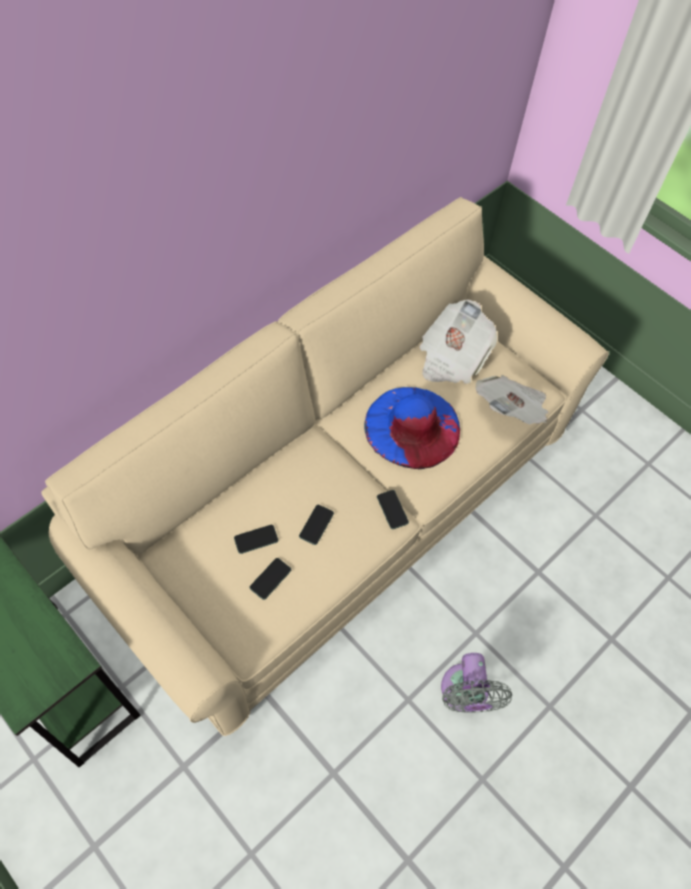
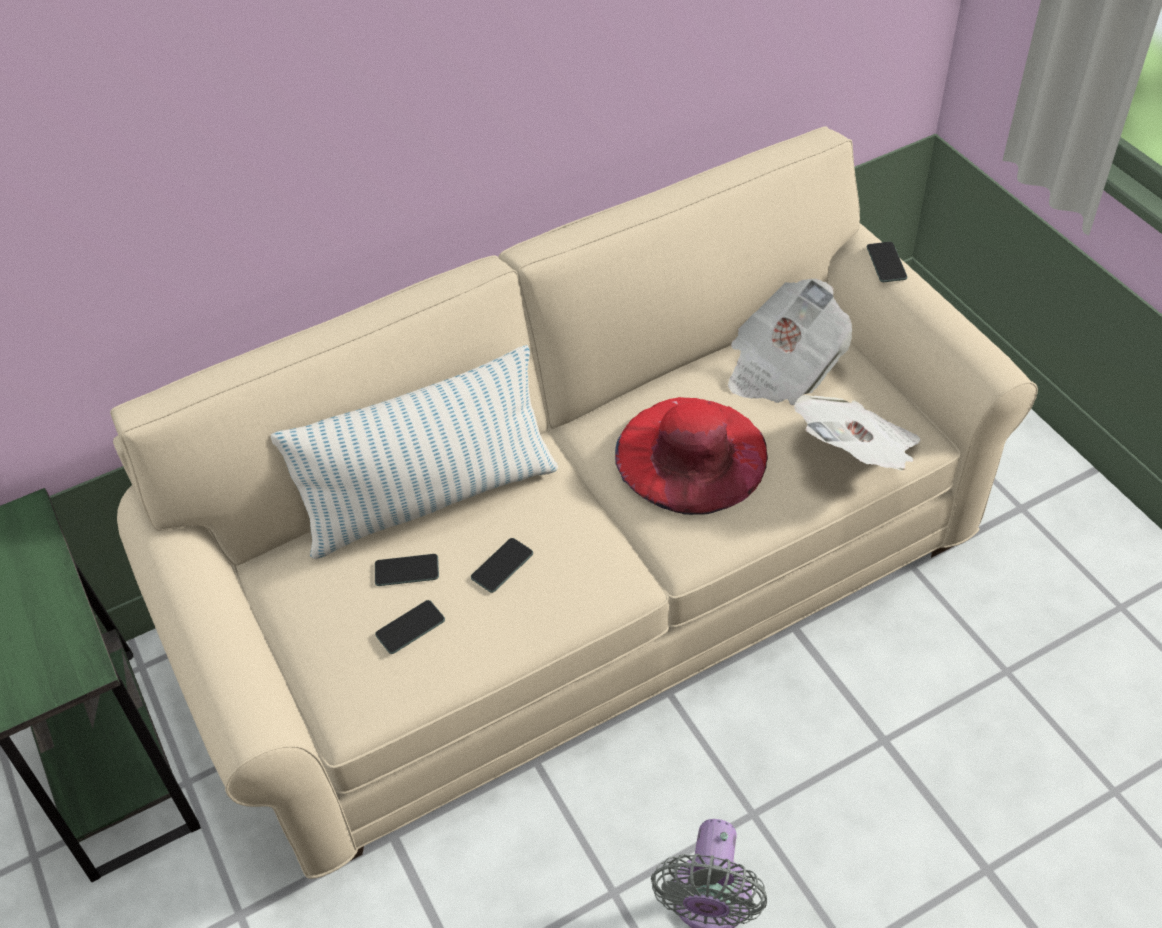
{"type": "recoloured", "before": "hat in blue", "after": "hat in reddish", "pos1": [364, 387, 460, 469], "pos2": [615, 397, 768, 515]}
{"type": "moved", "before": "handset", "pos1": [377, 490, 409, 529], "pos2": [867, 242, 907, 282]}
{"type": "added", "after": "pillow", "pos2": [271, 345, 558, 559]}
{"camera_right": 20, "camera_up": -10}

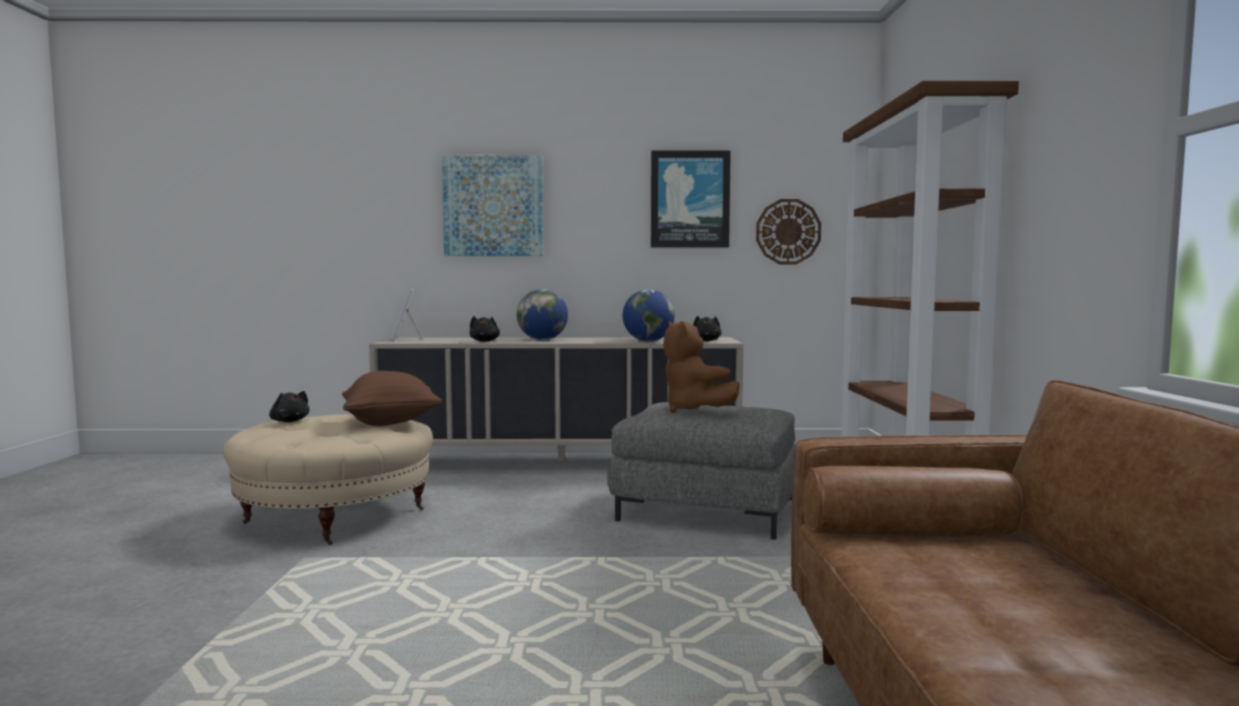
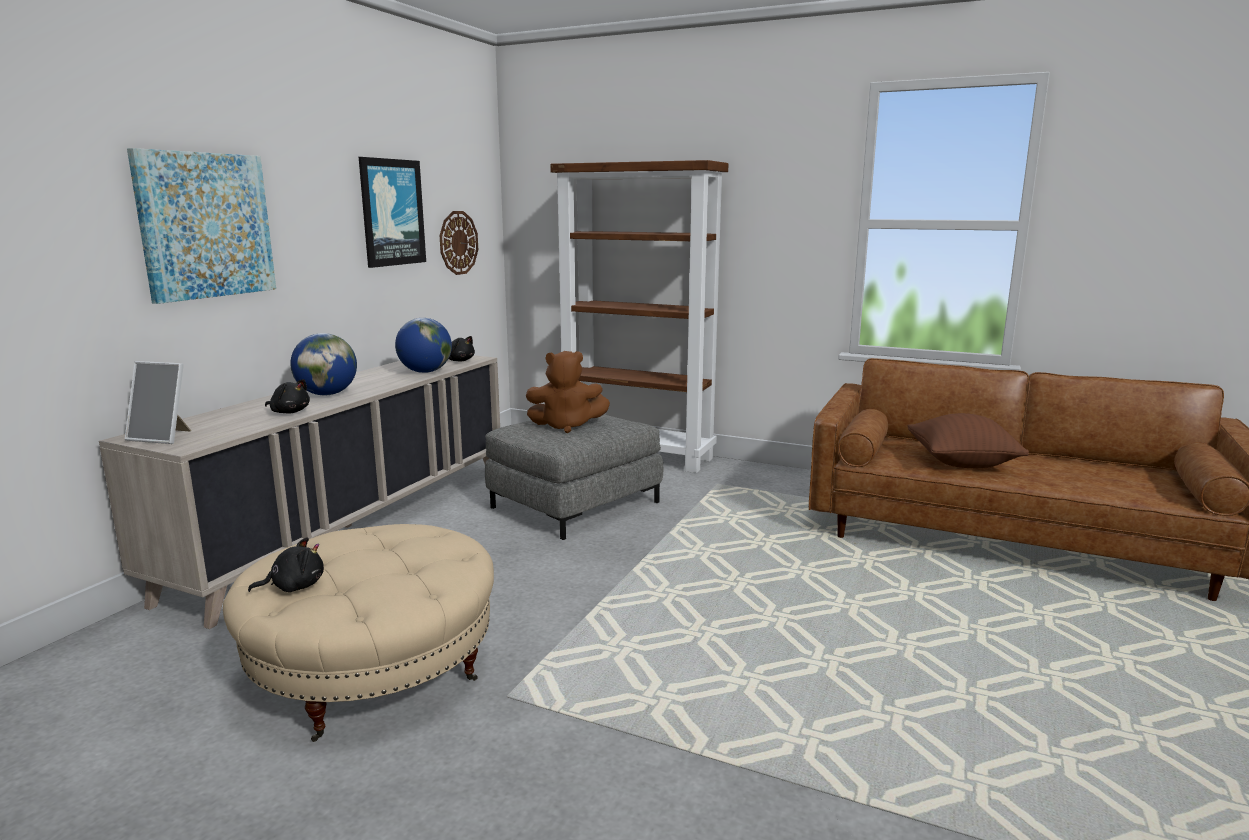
{"type": "moved", "before": "pillow in brownish", "pos1": [342, 371, 442, 426], "pos2": [908, 413, 1029, 468]}
{"camera_right": -65, "camera_up": 10}

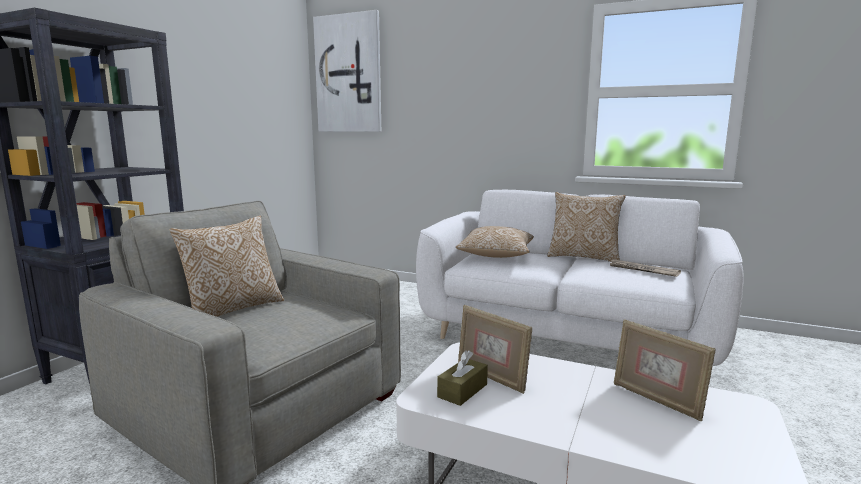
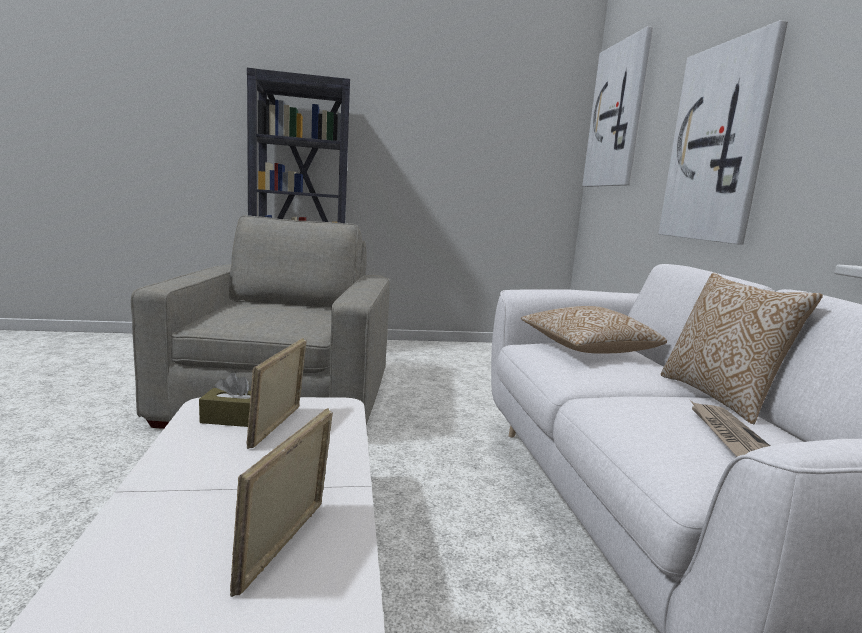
{"type": "removed", "before": "pillow", "pos1": [170, 215, 284, 317]}
{"type": "added", "after": "wall picture", "pos2": [658, 20, 788, 245]}
{"camera_right": 55, "camera_up": 0}

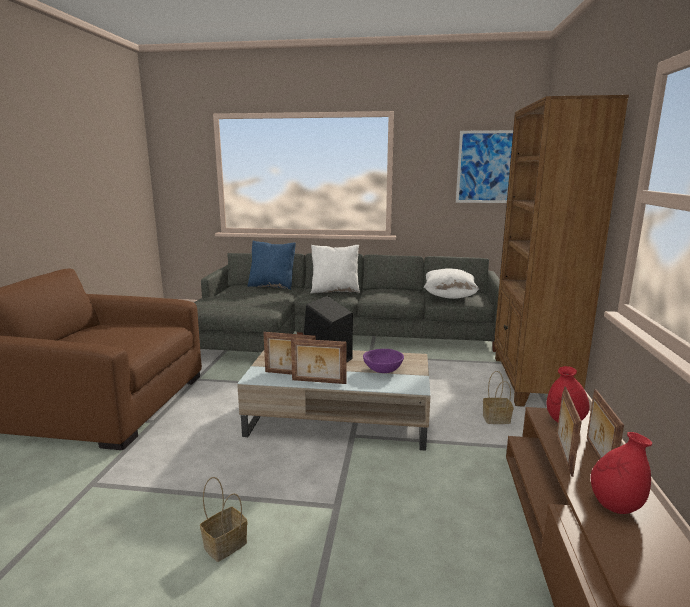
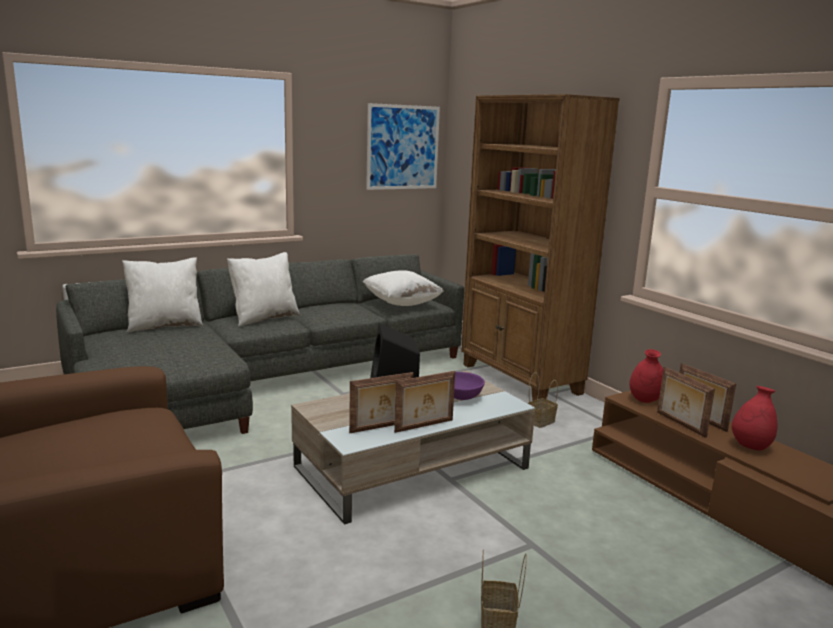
{"type": "recoloured", "before": "pillow in blue", "after": "pillow in whitish", "pos1": [248, 241, 296, 290], "pos2": [122, 257, 203, 332]}
{"camera_right": -40, "camera_up": 0}

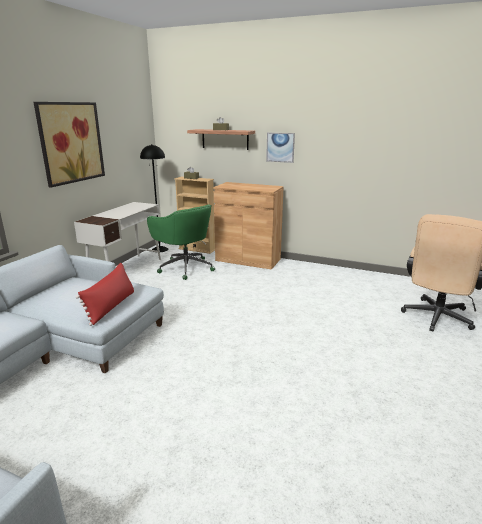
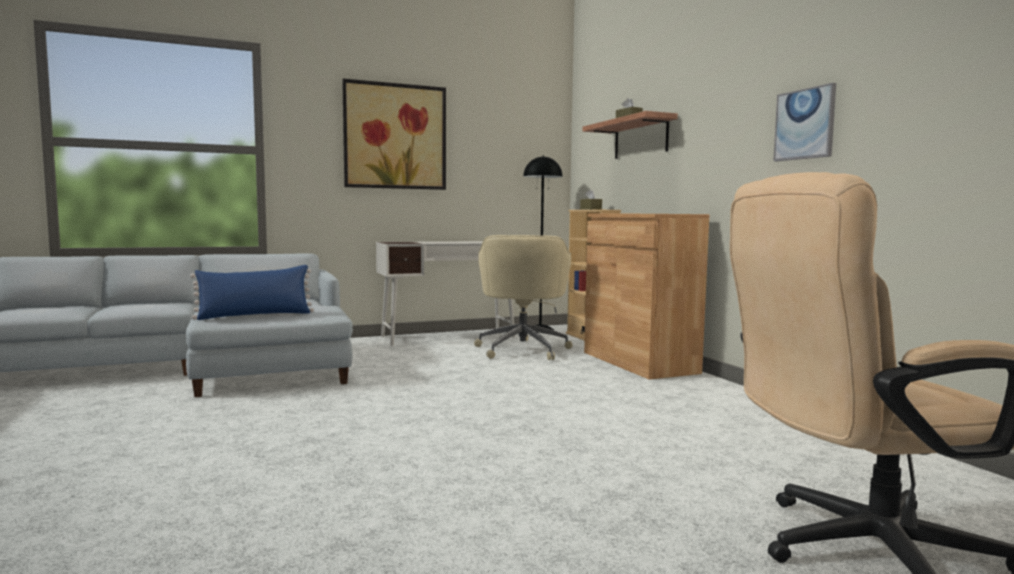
{"type": "recoloured", "before": "pillow in reddish", "after": "pillow in blue", "pos1": [76, 263, 134, 326], "pos2": [190, 265, 314, 320]}
{"type": "recoloured", "before": "desk chair in green-coloured", "after": "desk chair in beige", "pos1": [147, 205, 215, 280], "pos2": [474, 235, 572, 360]}
{"type": "moved", "before": "wall picture", "pos1": [266, 133, 295, 163], "pos2": [773, 83, 836, 161]}
{"camera_right": 45, "camera_up": -15}

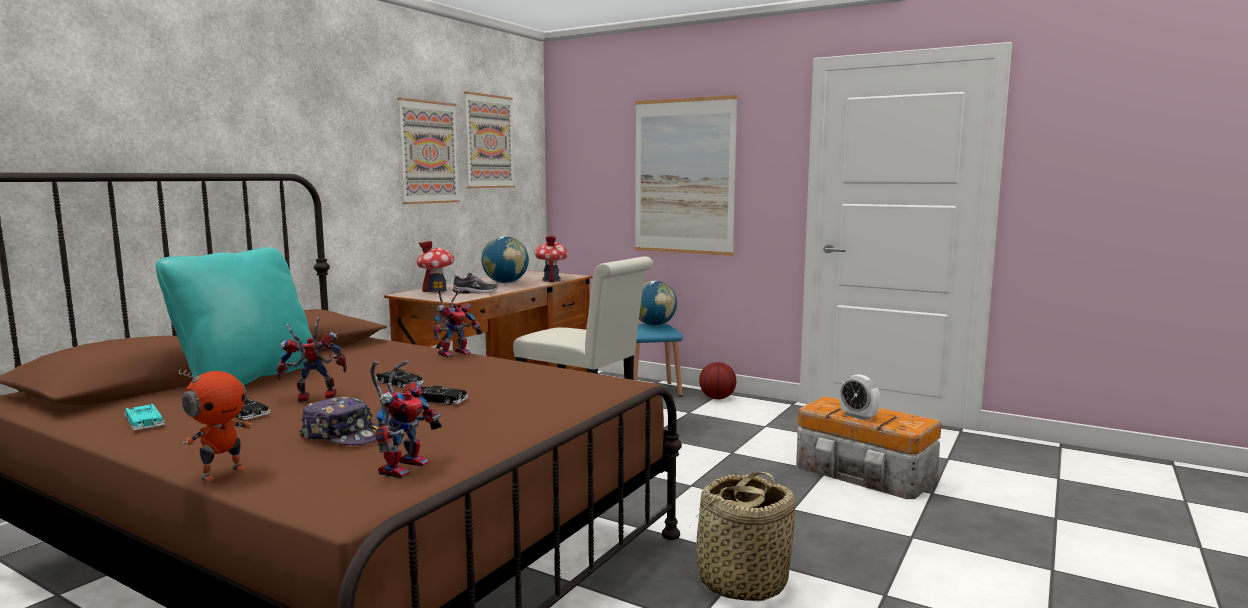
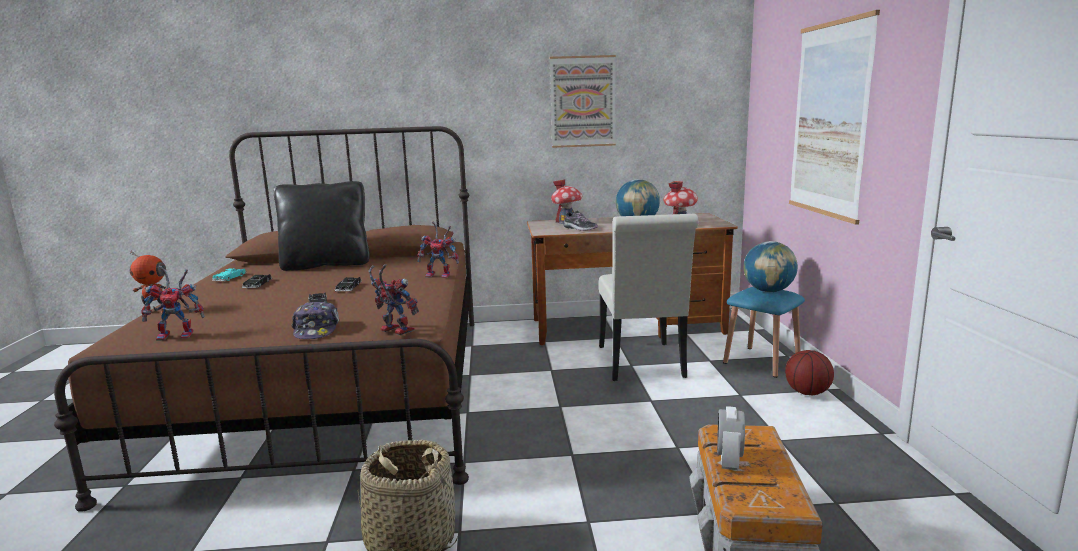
{"type": "recoloured", "before": "pillow in turquoise-coloured", "after": "pillow in black-coloured", "pos1": [155, 247, 314, 385], "pos2": [274, 181, 370, 271]}
{"type": "moved", "before": "model robot", "pos1": [277, 317, 347, 402], "pos2": [368, 264, 419, 335]}
{"type": "moved", "before": "cap", "pos1": [299, 396, 379, 445], "pos2": [291, 301, 339, 339]}
{"type": "removed", "before": "wall picture", "pos1": [464, 91, 515, 188]}
{"camera_right": 55, "camera_up": 5}

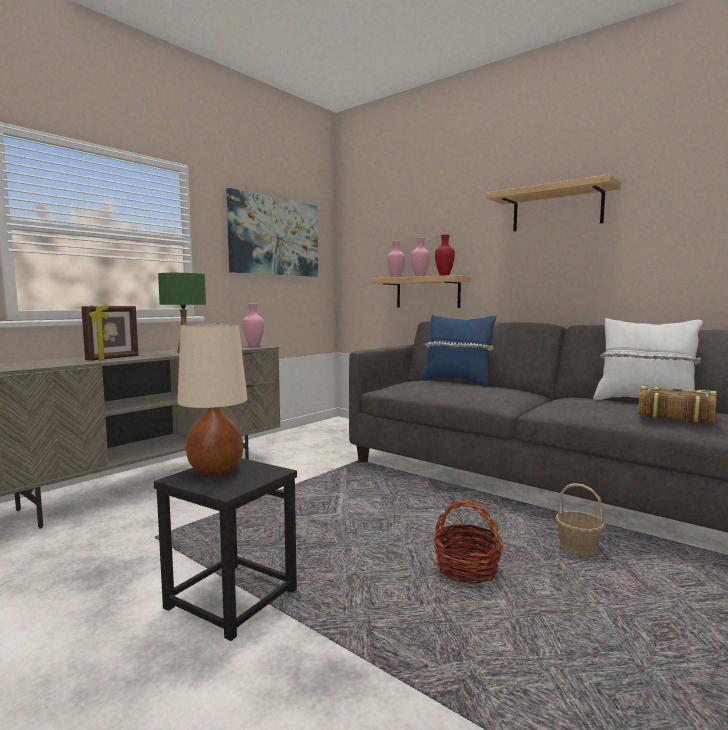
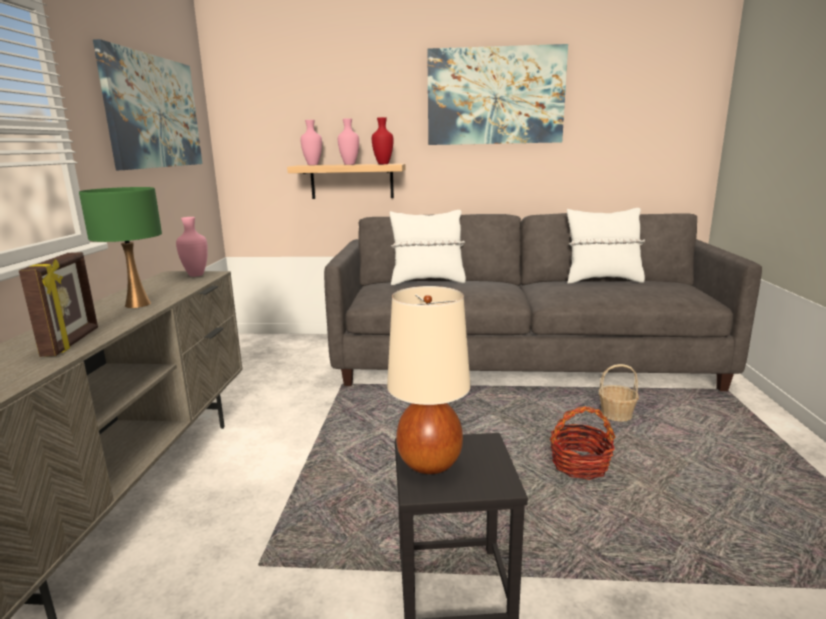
{"type": "recoloured", "before": "pillow in blue", "after": "pillow in whitish", "pos1": [420, 315, 496, 387], "pos2": [390, 210, 466, 285]}
{"type": "replaced", "before": "wall shelf", "after": "wall picture", "pos1": [487, 174, 621, 231], "pos2": [427, 44, 568, 145]}
{"type": "removed", "before": "book", "pos1": [638, 385, 717, 424]}
{"camera_right": -35, "camera_up": 10}

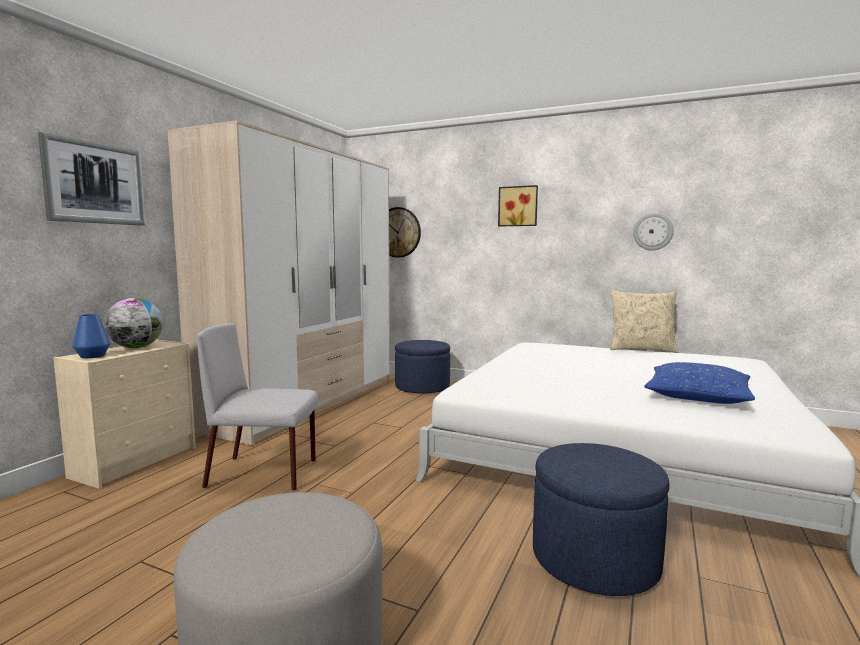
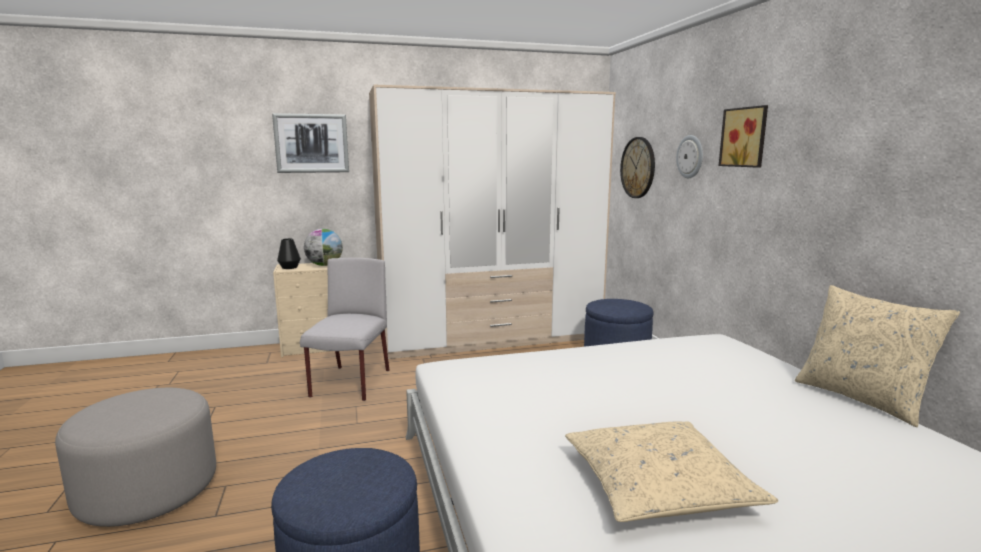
{"type": "recoloured", "before": "decorative vase in blue", "after": "decorative vase in black-coloured", "pos1": [72, 314, 111, 358], "pos2": [277, 238, 301, 269]}
{"type": "turned", "before": "plain chair in grey", "pos1": [197, 323, 318, 491], "pos2": [300, 258, 389, 401], "turn": 45}
{"type": "moved", "before": "hanging clock", "pos1": [633, 213, 674, 250], "pos2": [676, 135, 703, 178]}
{"type": "recoloured", "before": "pillow in blue", "after": "pillow in beige", "pos1": [644, 362, 755, 404], "pos2": [565, 421, 778, 522]}
{"camera_right": 50, "camera_up": 5}

